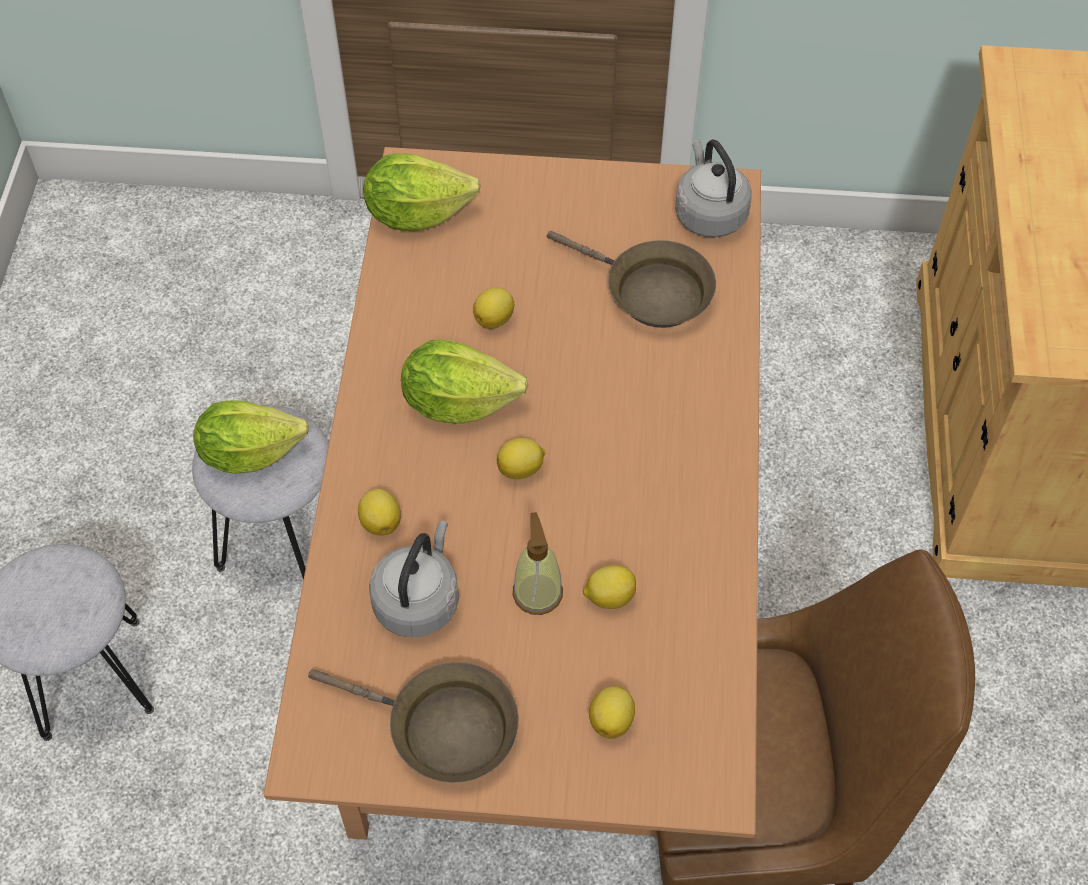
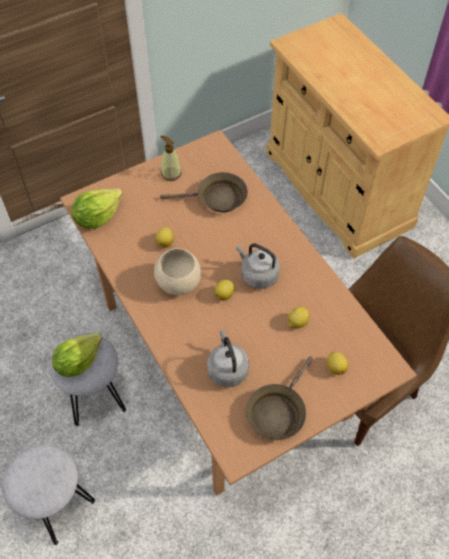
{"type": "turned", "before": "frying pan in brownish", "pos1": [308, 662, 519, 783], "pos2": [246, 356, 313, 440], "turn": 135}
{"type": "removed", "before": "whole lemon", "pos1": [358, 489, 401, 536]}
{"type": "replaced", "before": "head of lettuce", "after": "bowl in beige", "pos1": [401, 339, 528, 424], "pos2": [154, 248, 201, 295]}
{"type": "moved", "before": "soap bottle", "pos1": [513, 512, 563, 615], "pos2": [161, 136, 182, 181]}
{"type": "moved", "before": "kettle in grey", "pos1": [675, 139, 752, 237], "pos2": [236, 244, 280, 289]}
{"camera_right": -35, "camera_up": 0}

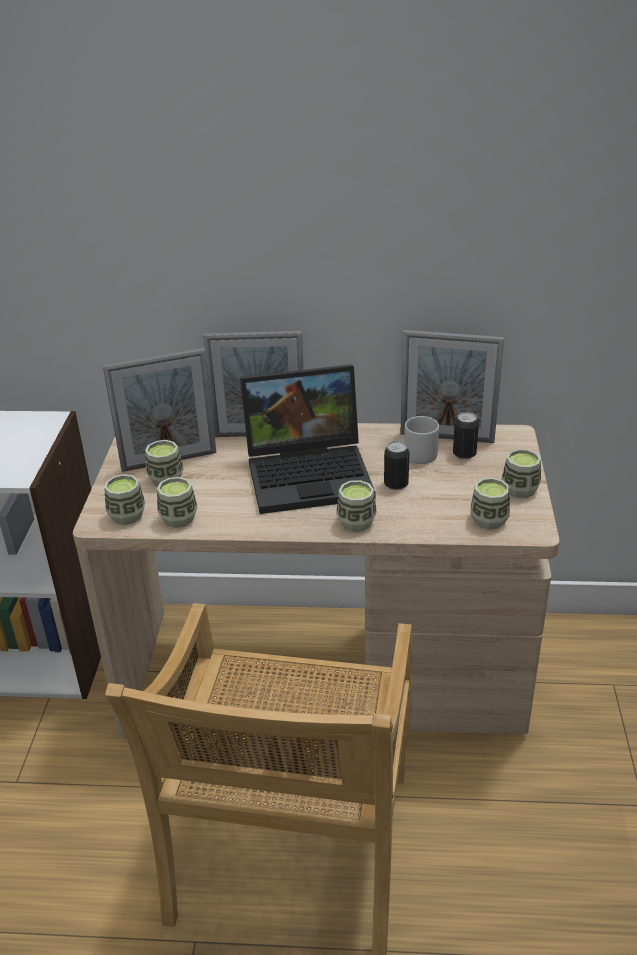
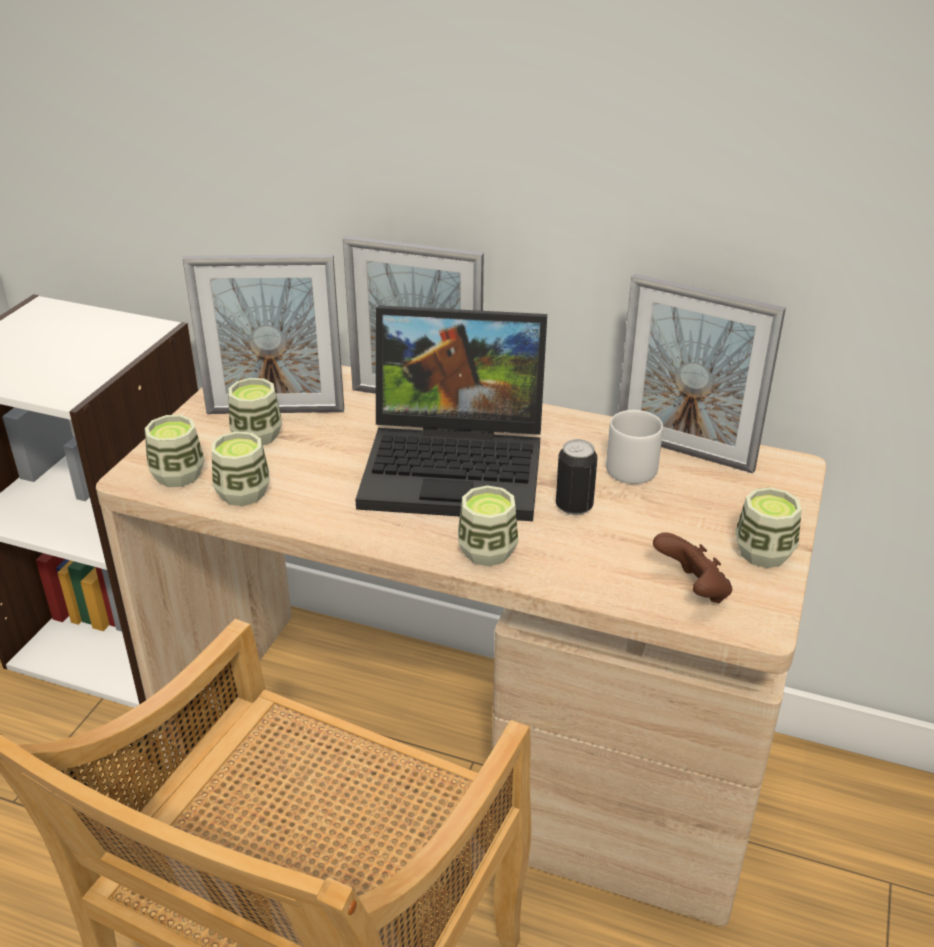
{"type": "removed", "before": "can", "pos1": [453, 412, 479, 459]}
{"type": "replaced", "before": "cup", "after": "game controller in brownish", "pos1": [470, 478, 510, 530], "pos2": [653, 532, 732, 603]}
{"camera_right": 15, "camera_up": 0}

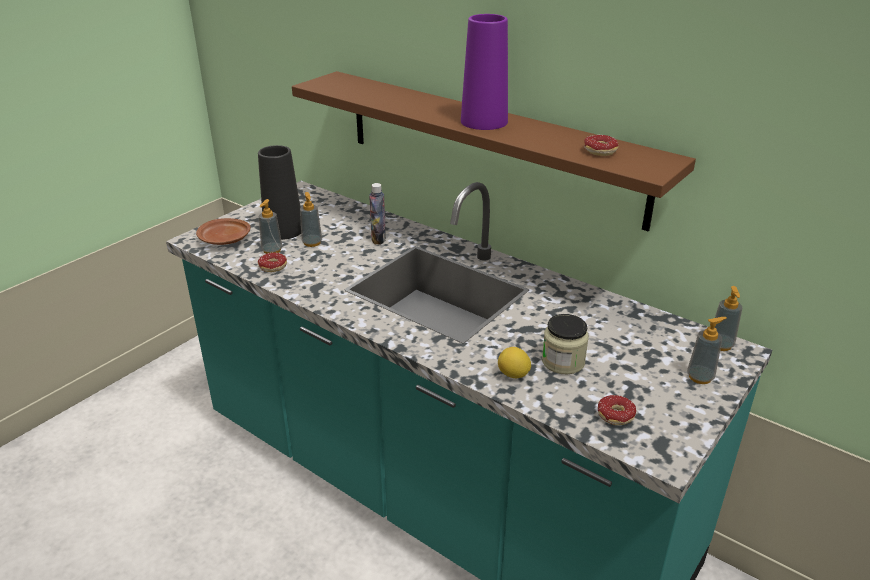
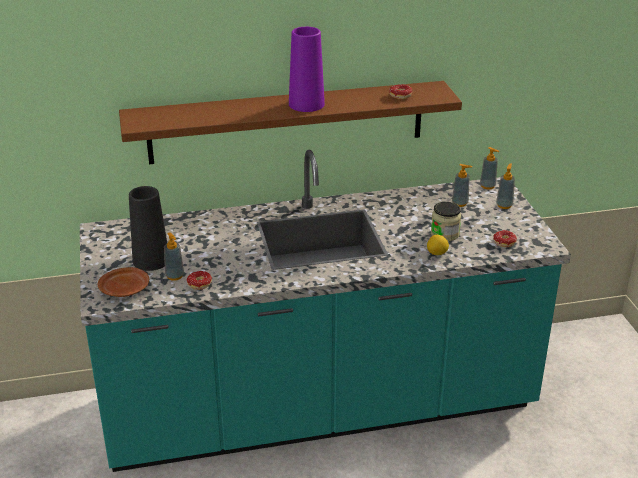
{"type": "moved", "before": "soap bottle", "pos1": [300, 192, 322, 247], "pos2": [452, 164, 472, 207]}
{"type": "removed", "before": "drink bottle", "pos1": [369, 183, 386, 244]}
{"camera_right": -50, "camera_up": 0}

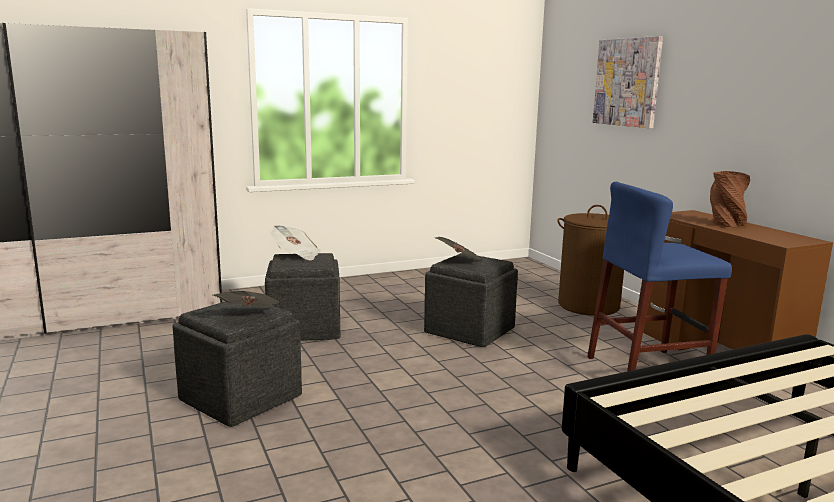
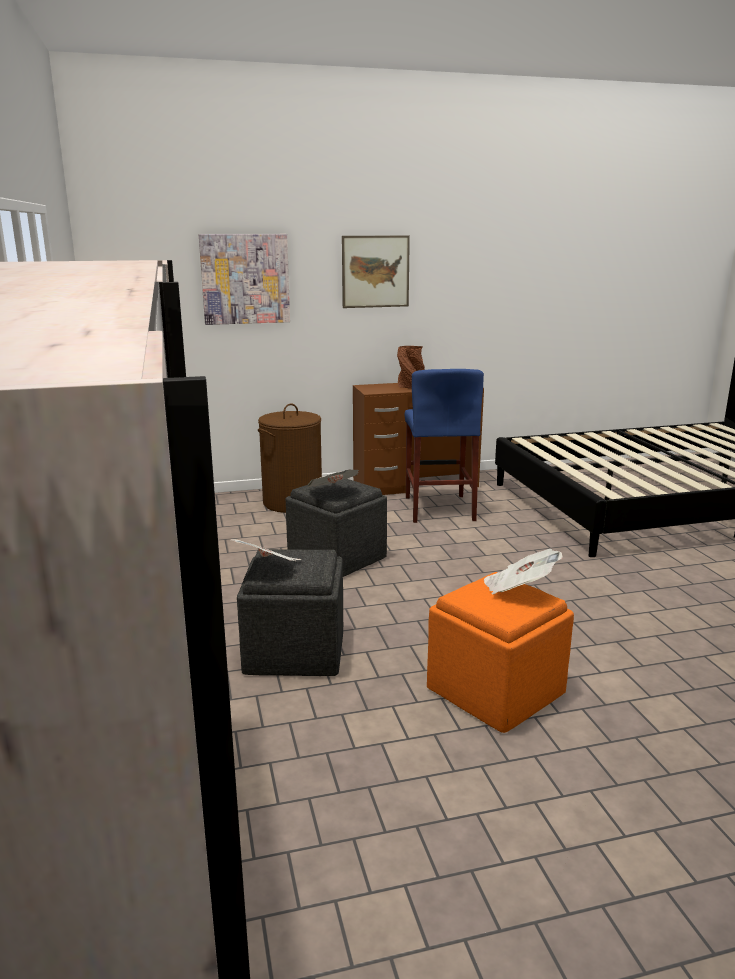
{"type": "recoloured", "before": "ottoman in grey", "after": "ottoman in orange", "pos1": [172, 302, 302, 427], "pos2": [427, 572, 574, 733]}
{"type": "added", "after": "wall picture", "pos2": [342, 236, 410, 308]}
{"camera_right": -80, "camera_up": 5}

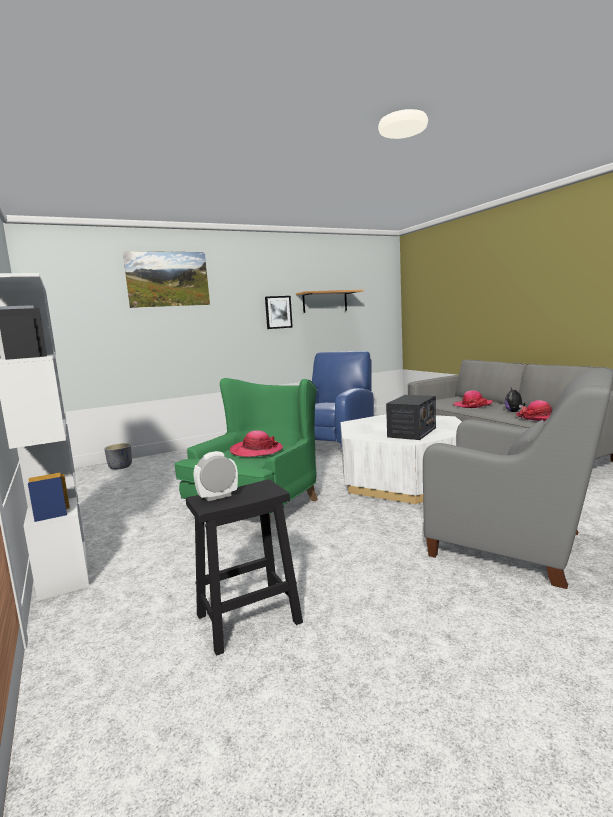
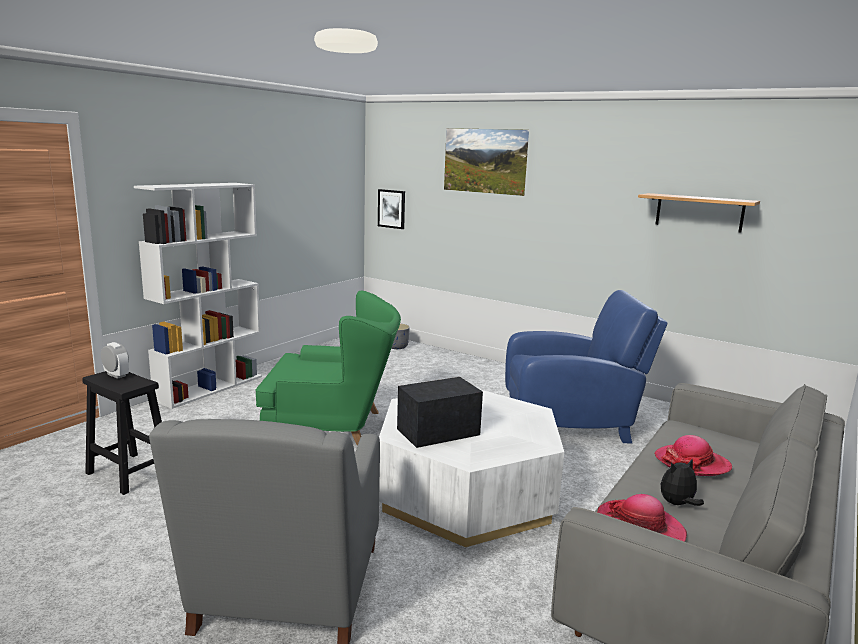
{"type": "removed", "before": "hat", "pos1": [230, 430, 283, 457]}
{"type": "moved", "before": "wall picture", "pos1": [265, 296, 293, 329], "pos2": [378, 189, 405, 229]}
{"type": "turned", "before": "radio set", "pos1": [386, 395, 436, 440], "pos2": [397, 377, 483, 448], "turn": 150}
{"camera_right": 60, "camera_up": 5}

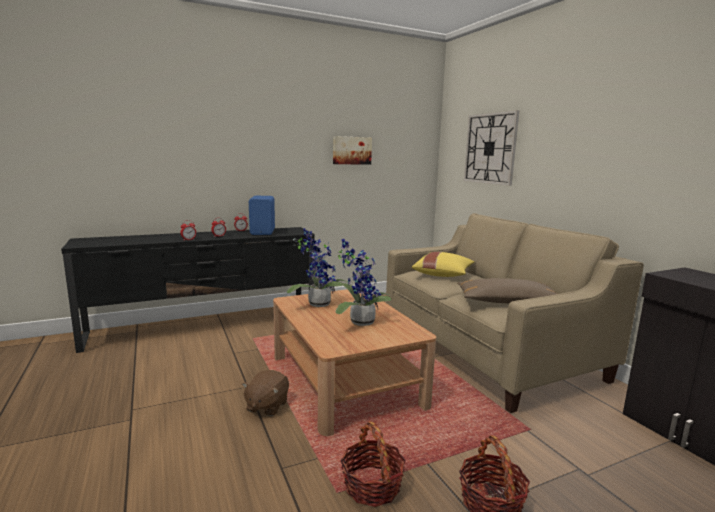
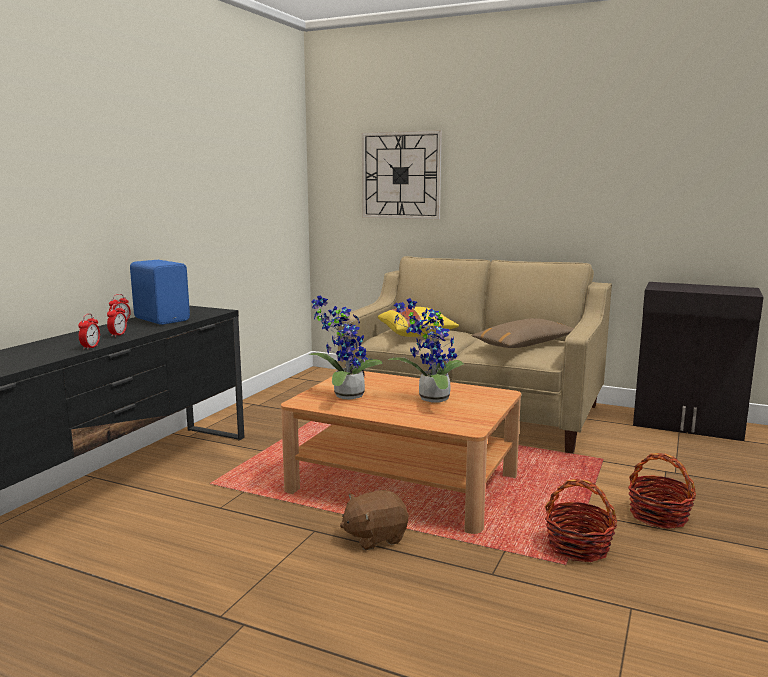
{"type": "turned", "before": "cuddly toy in brownish", "pos1": [242, 370, 289, 416], "pos2": [340, 490, 408, 550], "turn": 90}
{"type": "removed", "before": "wall picture", "pos1": [333, 136, 372, 165]}
{"camera_right": -40, "camera_up": 0}

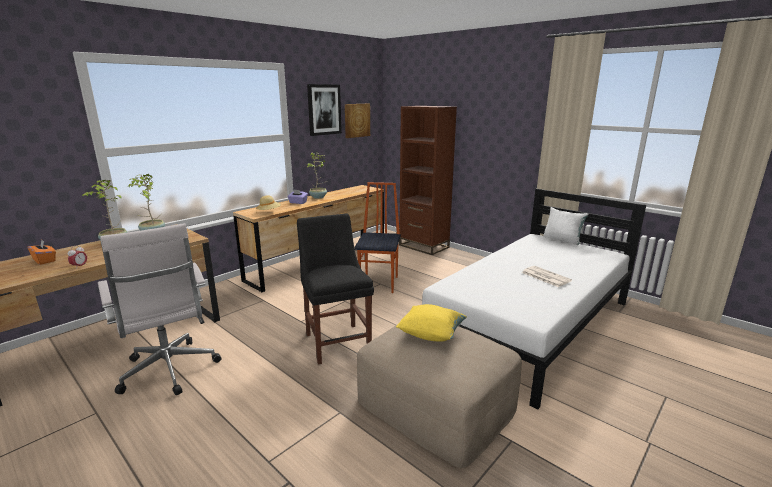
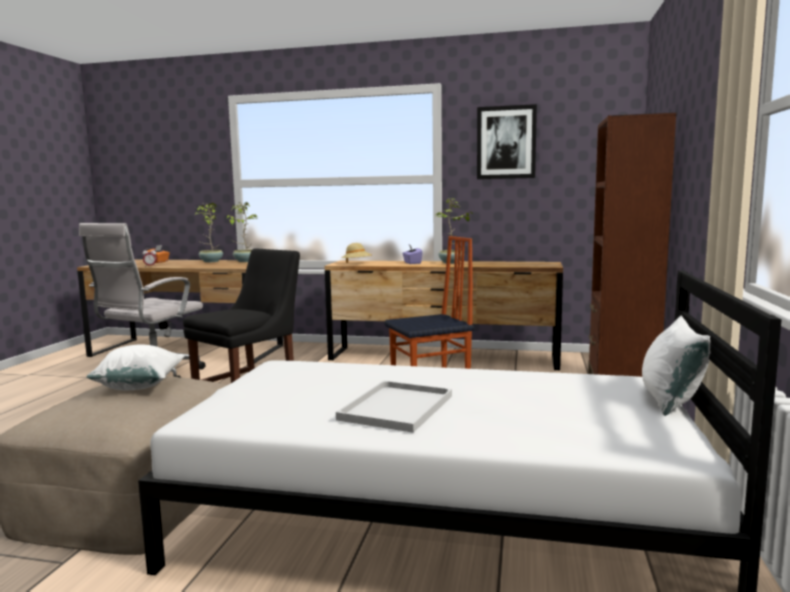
{"type": "removed", "before": "wall picture", "pos1": [345, 104, 370, 138]}
{"type": "recoloured", "before": "pillow in yellowish", "after": "pillow in whitish", "pos1": [396, 304, 467, 342], "pos2": [87, 344, 185, 390]}
{"type": "replaced", "before": "daily paper", "after": "carrying tray in whitish", "pos1": [522, 266, 572, 287], "pos2": [336, 381, 452, 433]}
{"camera_right": 60, "camera_up": -10}

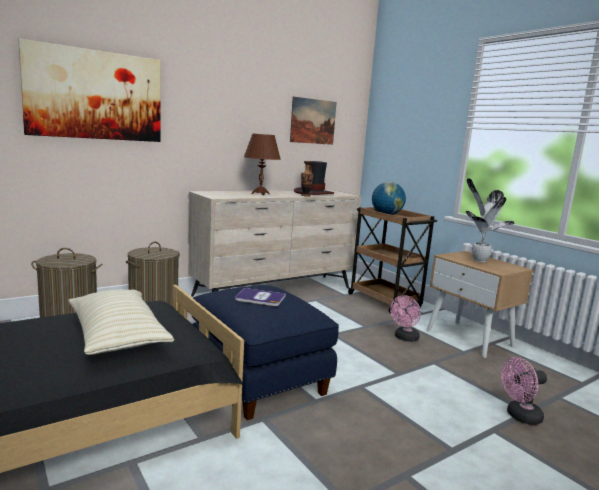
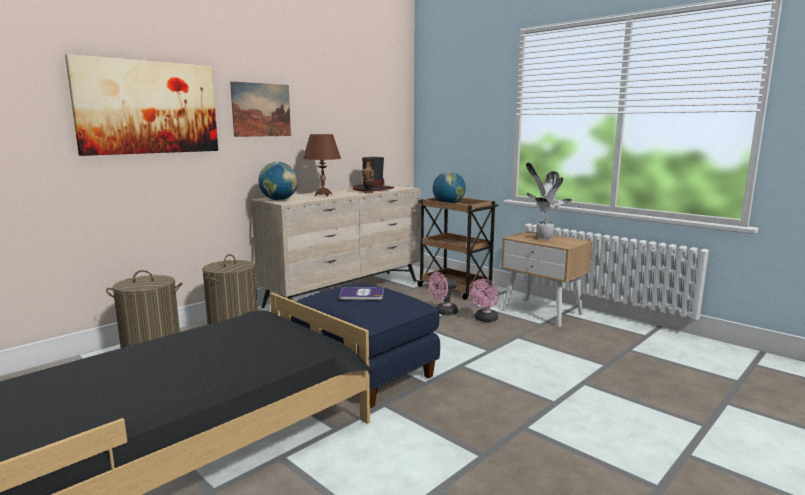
{"type": "removed", "before": "pillow in beige", "pos1": [68, 290, 174, 355]}
{"type": "moved", "before": "wall picture", "pos1": [290, 97, 337, 145], "pos2": [230, 81, 291, 137]}
{"type": "moved", "before": "fan in pink", "pos1": [501, 357, 547, 425], "pos2": [429, 272, 458, 315]}
{"type": "added", "after": "desk globe", "pos2": [258, 162, 298, 201]}
{"camera_right": -10, "camera_up": 0}

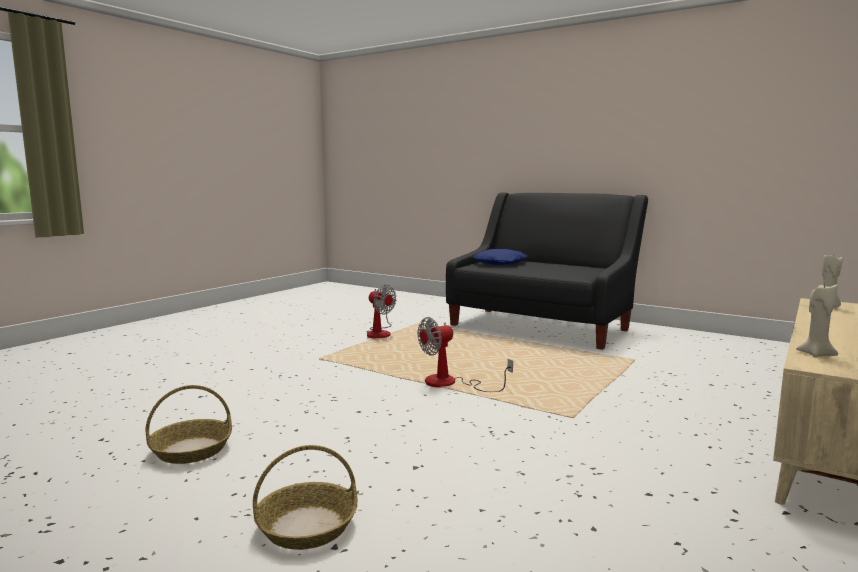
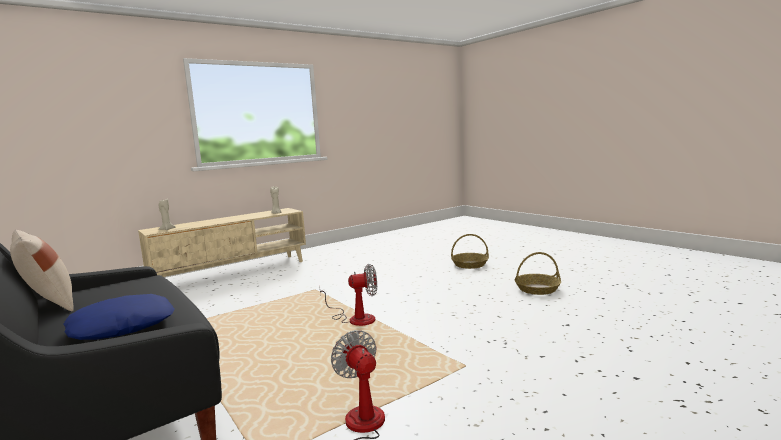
{"type": "added", "after": "pillow in beige", "pos2": [10, 230, 74, 312]}
{"camera_right": -160, "camera_up": 0}

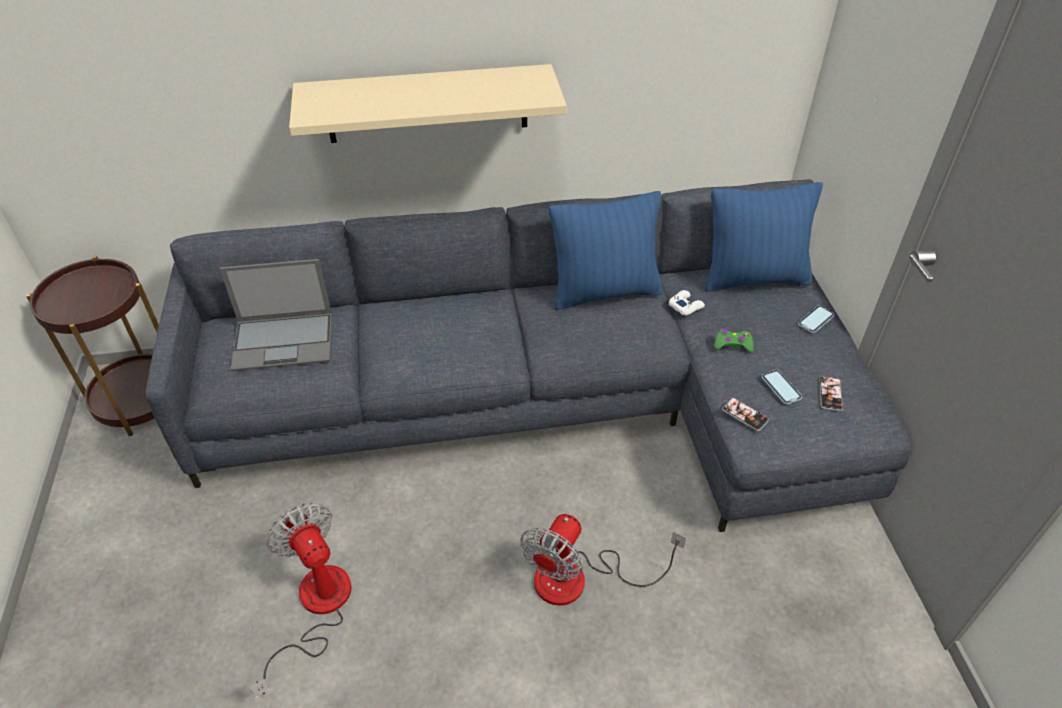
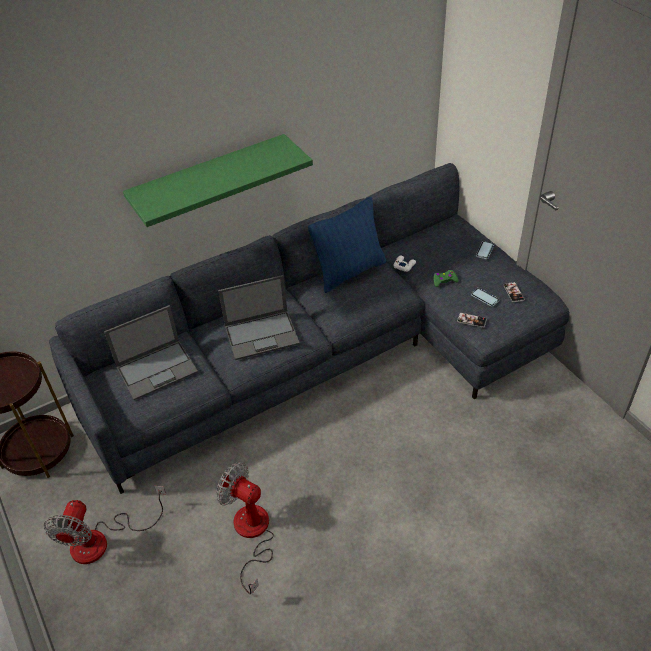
{"type": "recoloured", "before": "wall shelf in beige", "after": "wall shelf in green-coloured", "pos1": [289, 64, 567, 143], "pos2": [123, 134, 313, 227]}
{"type": "moved", "before": "fan", "pos1": [520, 514, 686, 606], "pos2": [44, 486, 166, 564]}
{"type": "removed", "before": "pillow in blue", "pos1": [705, 182, 823, 292]}
{"type": "added", "after": "portable computer", "pos2": [218, 275, 300, 360]}
{"camera_right": -20, "camera_up": 0}

